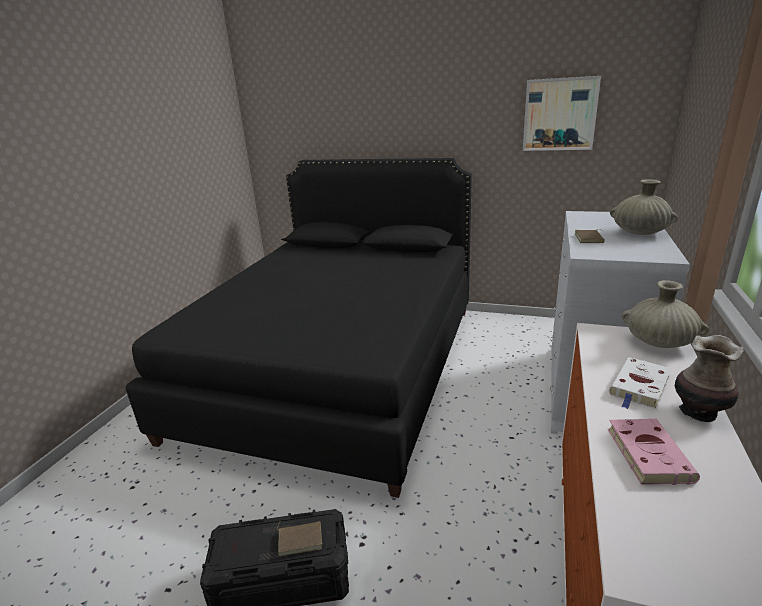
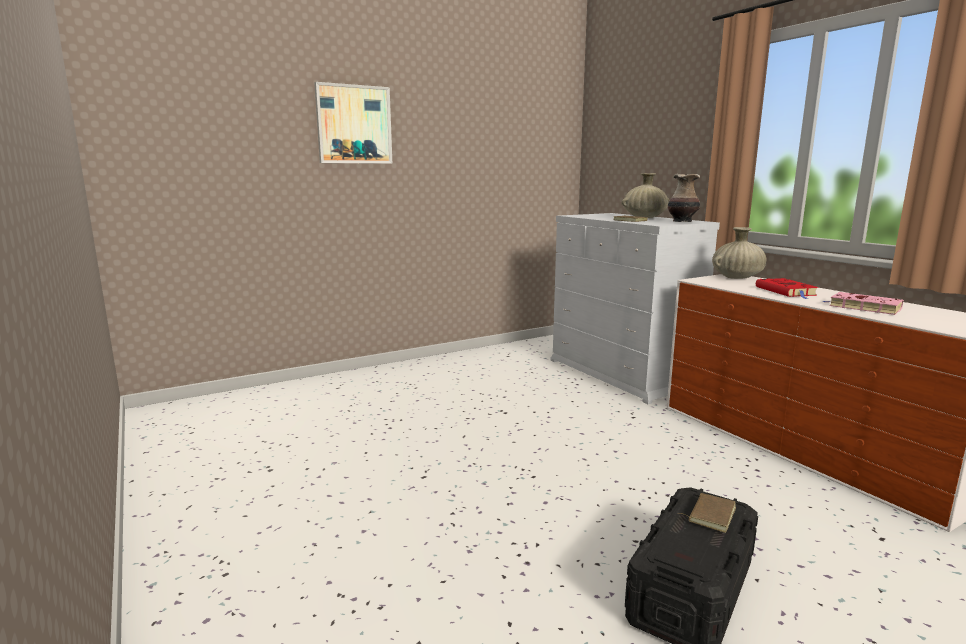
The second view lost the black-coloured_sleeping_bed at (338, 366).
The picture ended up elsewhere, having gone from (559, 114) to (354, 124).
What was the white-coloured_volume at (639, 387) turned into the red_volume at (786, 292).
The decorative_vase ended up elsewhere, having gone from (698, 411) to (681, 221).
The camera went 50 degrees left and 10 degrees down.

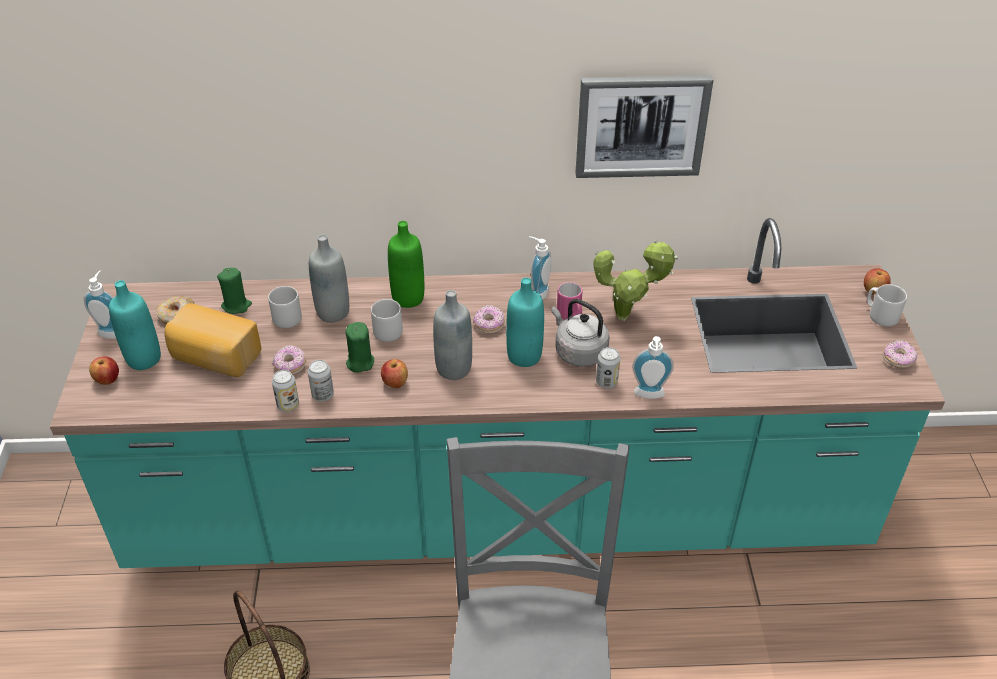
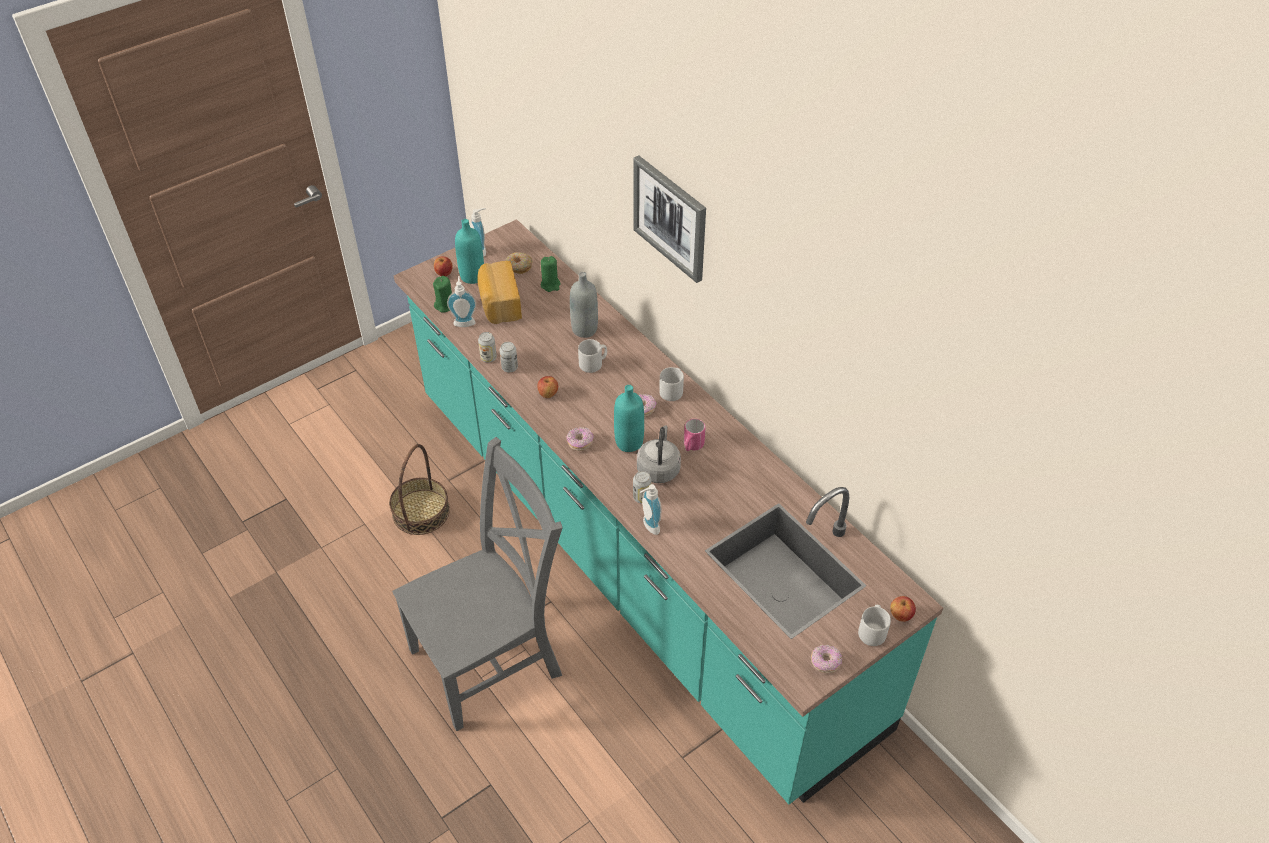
The greyish_mug ended up elsewhere, having gone from (285, 316) to (672, 391).
The doughnut ended up elsewhere, having gone from (290, 366) to (580, 442).
The green-coloured_candle ended up elsewhere, having gone from (360, 362) to (445, 305).
The second view lost the green-coloured_bottle at (408, 298).
The second view lost the greyish_bottle at (454, 369).
The liquid_soap_bottle ended up elsewhere, having gone from (537, 293) to (464, 321).
The picture ended up elsewhere, having gone from (641, 125) to (670, 218).
The second view lost the houseplant at (627, 316).
The camera went 55 degrees right and 5 degrees up.

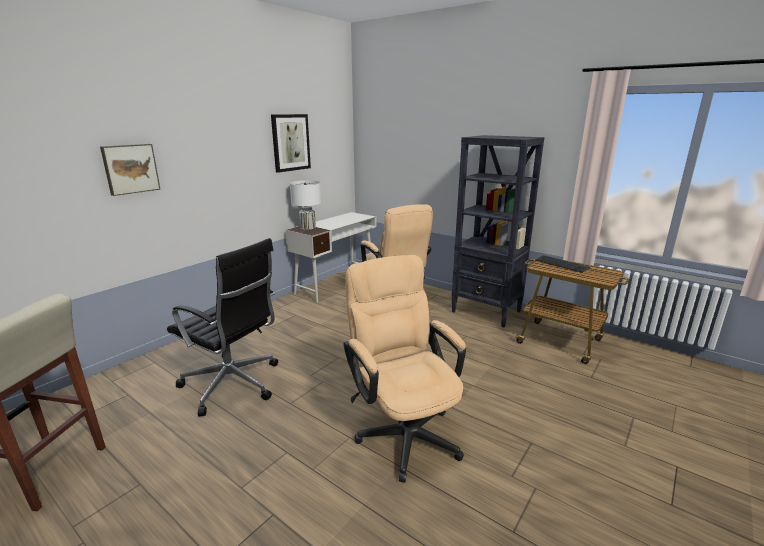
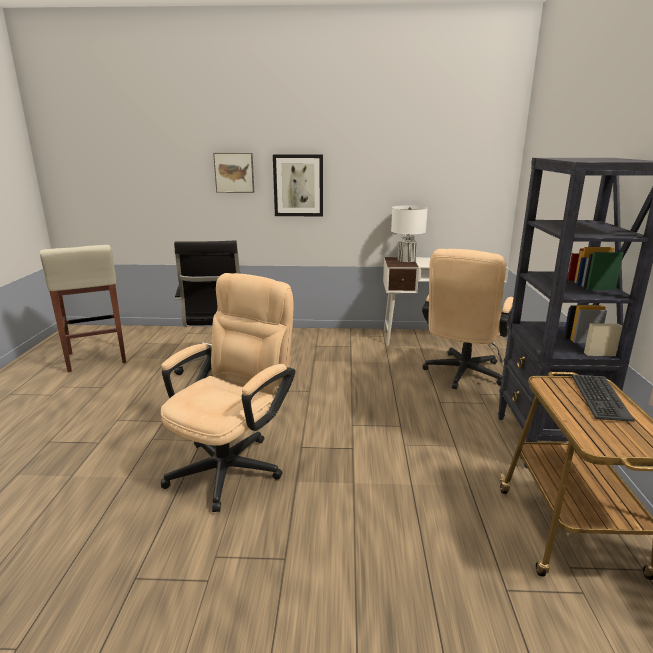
The picture ended up elsewhere, having gone from (290, 142) to (298, 185).
The camera went 55 degrees right and 0 degrees up.

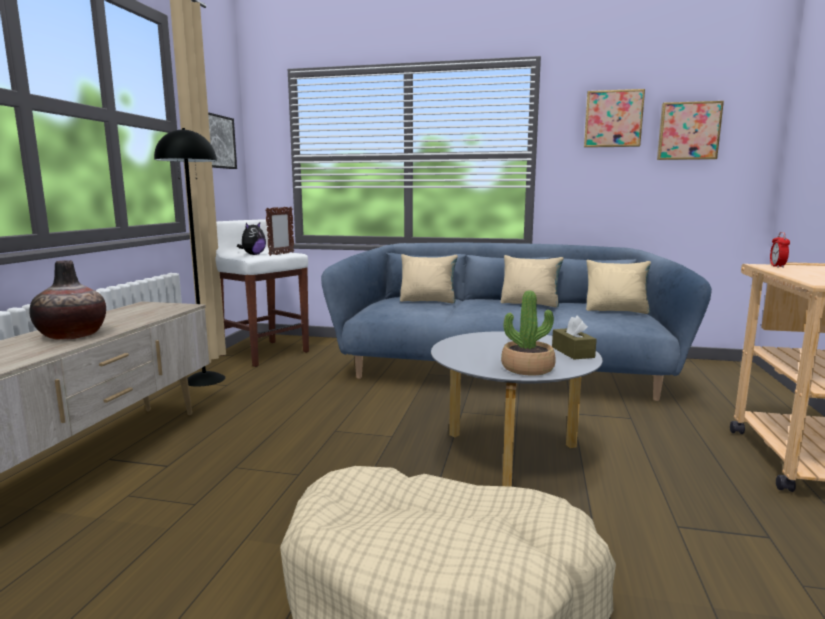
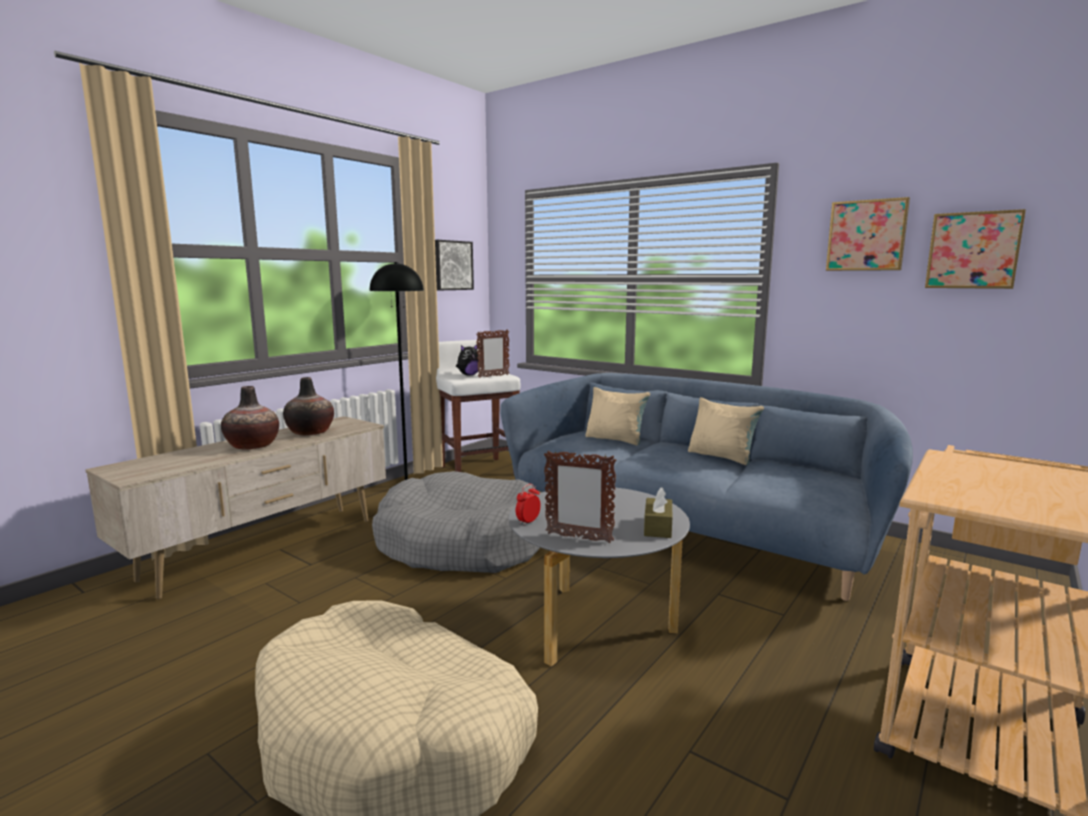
Where the houseplant stood at (527, 368), the standing_frame came to stand at (578, 538).
The second view lost the sand-coloured_cushion at (616, 311).
The alarm_clock ended up elsewhere, having gone from (777, 266) to (528, 521).
The second view gained the decorative_vase at (310, 432).
The second view gained the greyish_pet_bed at (461, 543).
The camera went 25 degrees right and 0 degrees up.

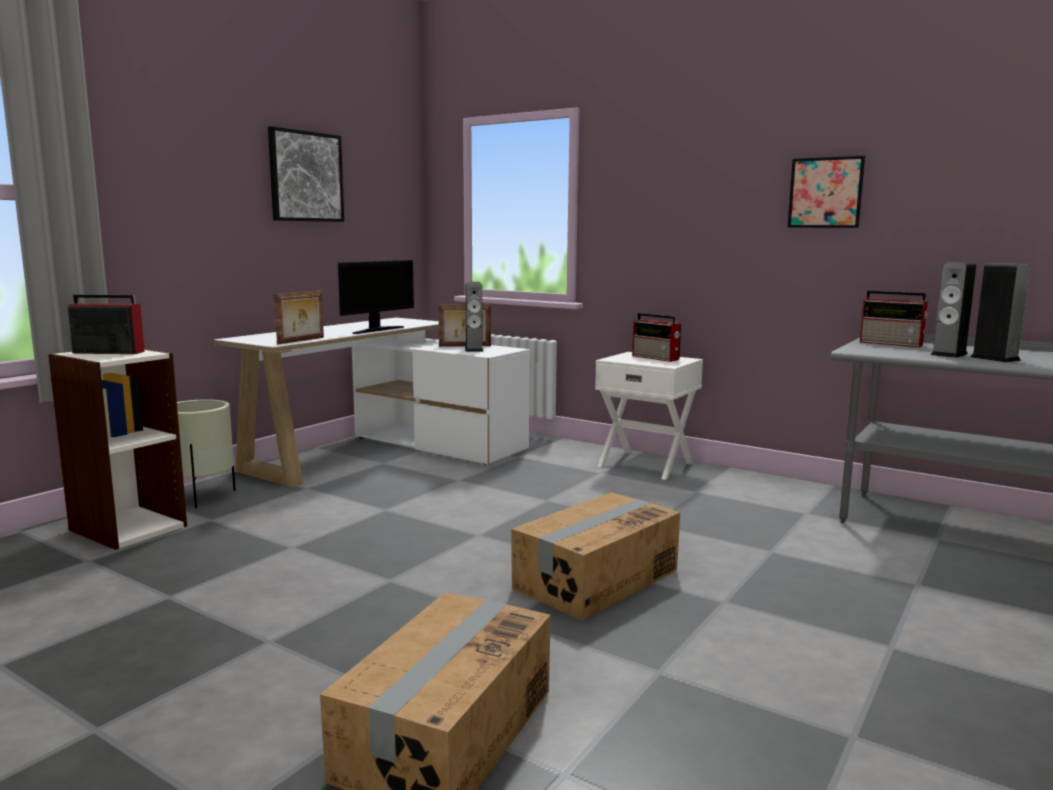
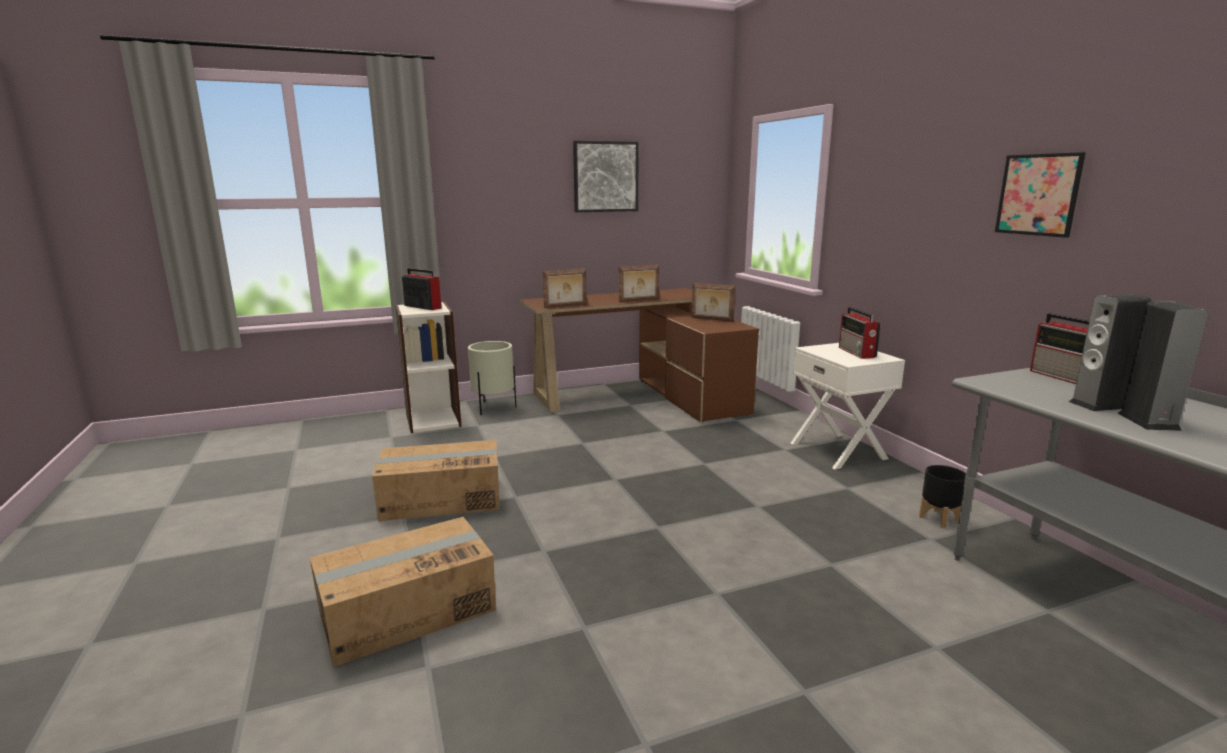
What was the white-coloured_desk_table at (384, 452) turned into the brownish_desk_table at (642, 396).
Where the computer_display stood at (377, 330), the standing_frame came to stand at (639, 300).
The second view lost the speaker at (474, 349).
The carton ended up elsewhere, having gone from (595, 579) to (441, 499).
The second view gained the black-coloured_plant_pot at (940, 519).
The camera went 35 degrees right and 5 degrees up.

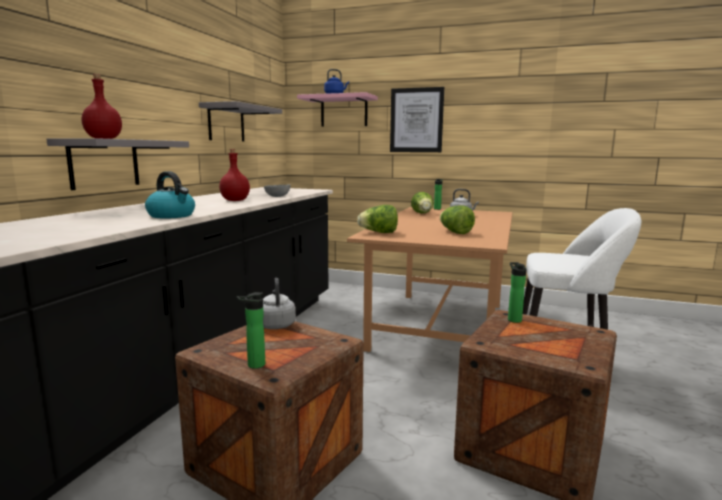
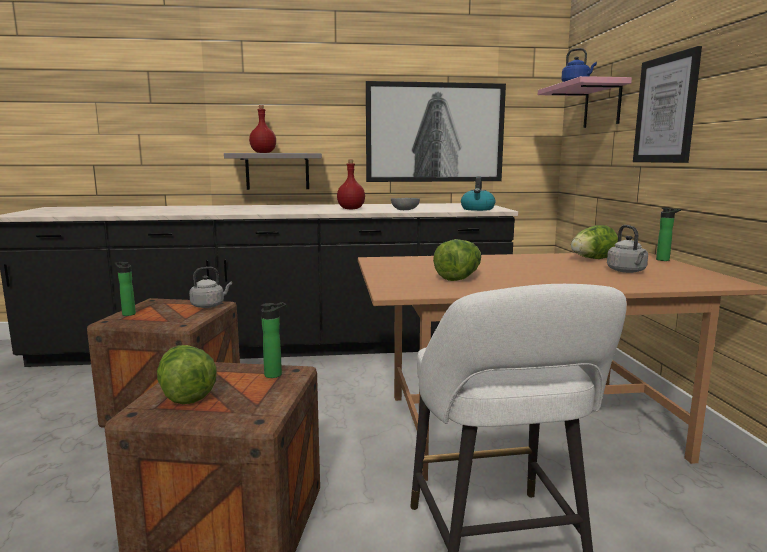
The water_kettle ended up elsewhere, having gone from (172, 216) to (477, 209).
Where the greyish_shelf hung at (226, 123), the picture came to hang at (435, 133).
The lettuce_head ended up elsewhere, having gone from (379, 233) to (185, 395).
The camera went 65 degrees right and 0 degrees up.

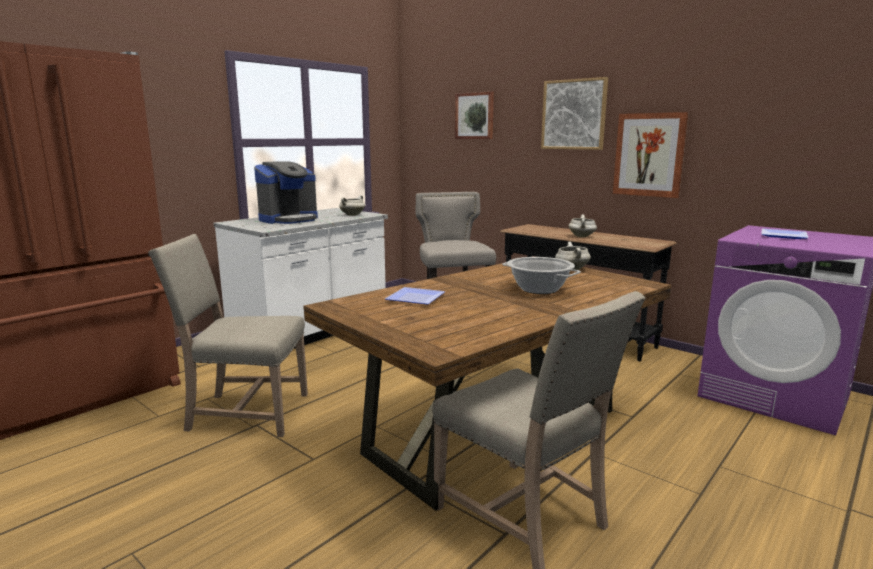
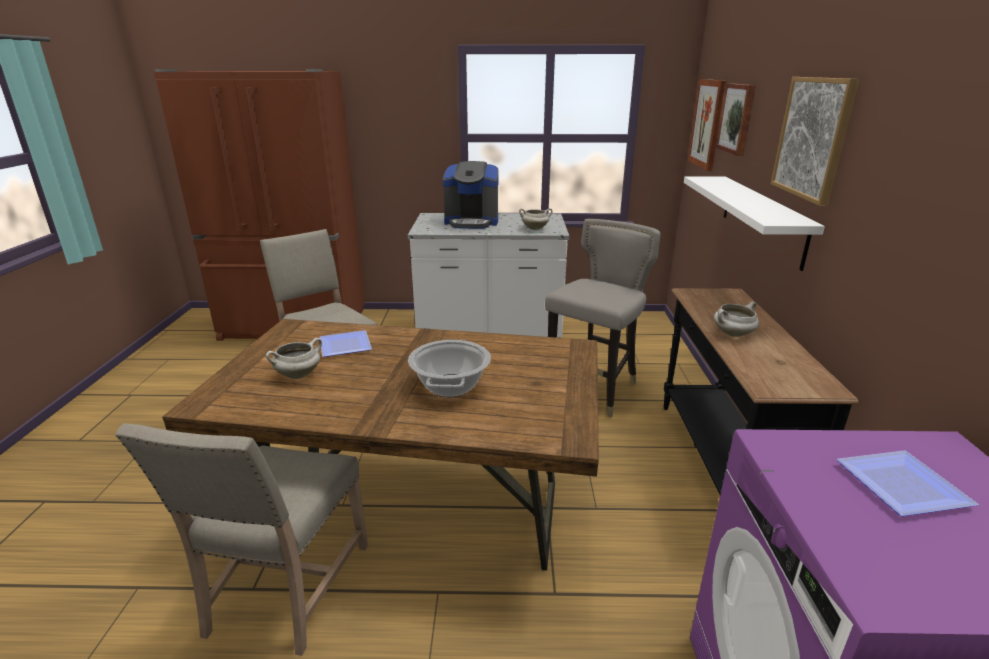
The white-coloured_cooking_pot ended up elsewhere, having gone from (571, 269) to (299, 374).
The picture ended up elsewhere, having gone from (649, 155) to (707, 124).
The second view gained the white-coloured_shelf at (762, 218).
The camera went 50 degrees right and 10 degrees up.

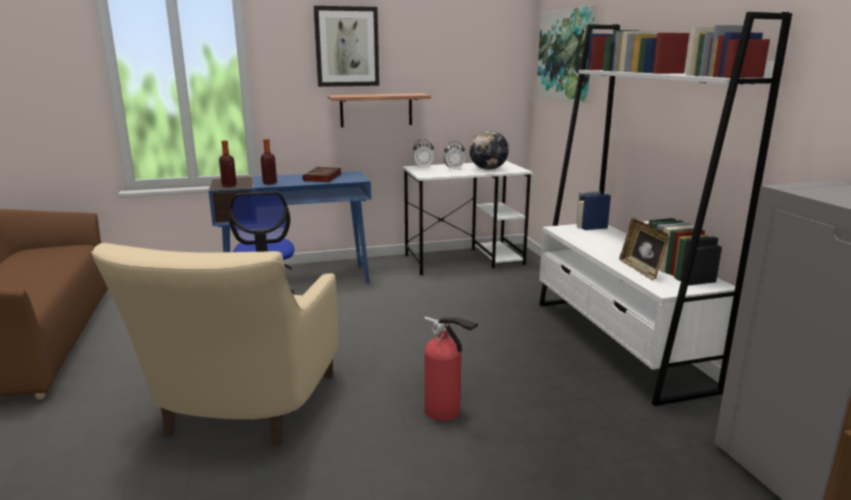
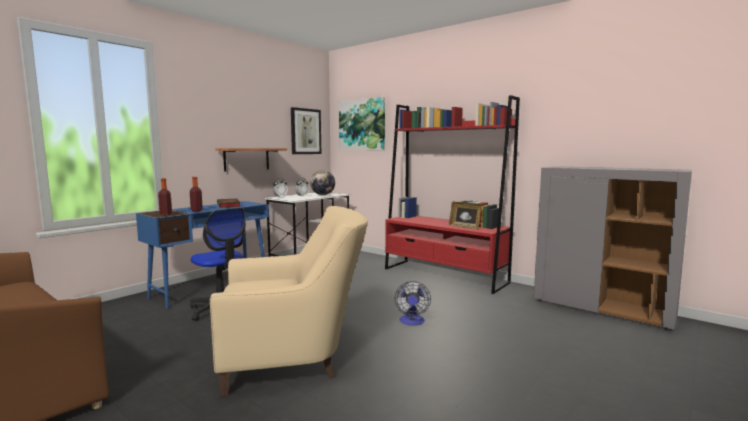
The sand-coloured_lounge_chair at (242, 412) ended up facing another way, 75 degrees counterclockwise from before.
The picture ended up elsewhere, having gone from (347, 47) to (305, 131).
Where the fire-fighting_cylinder stood at (445, 412), the cooling_fan came to stand at (412, 322).
What was the white-coloured_bookshelf at (617, 343) turned into the red_bookshelf at (444, 275).
The camera went 35 degrees left and 10 degrees down.

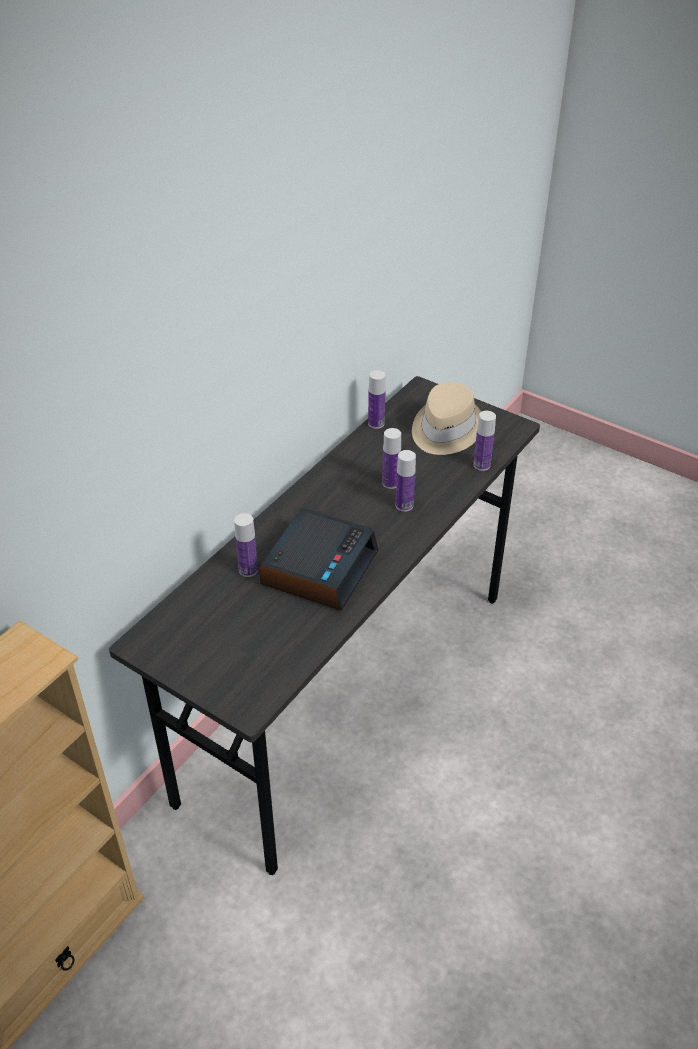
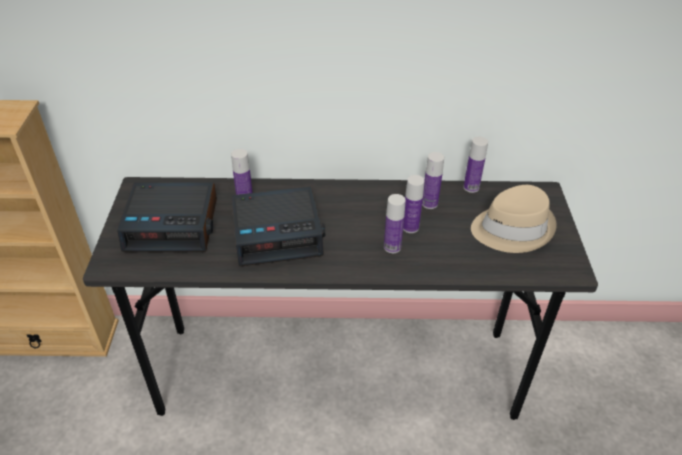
The bottle ended up elsewhere, having gone from (481, 465) to (429, 203).
The second view gained the alarm_clock at (173, 225).
The camera went 55 degrees right and 0 degrees up.

